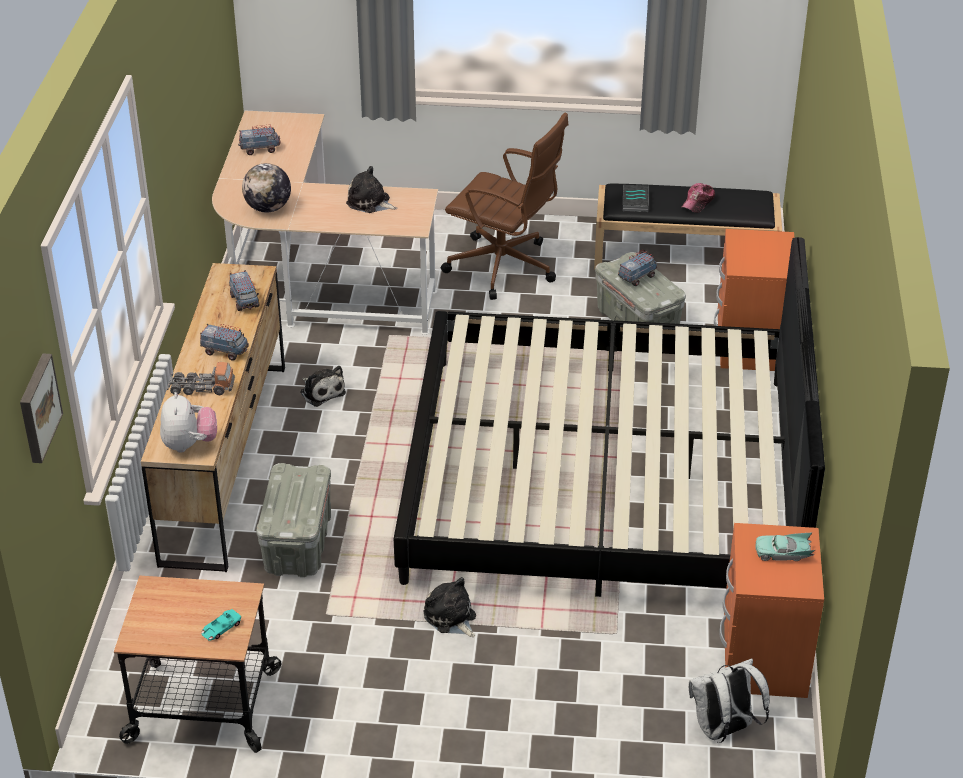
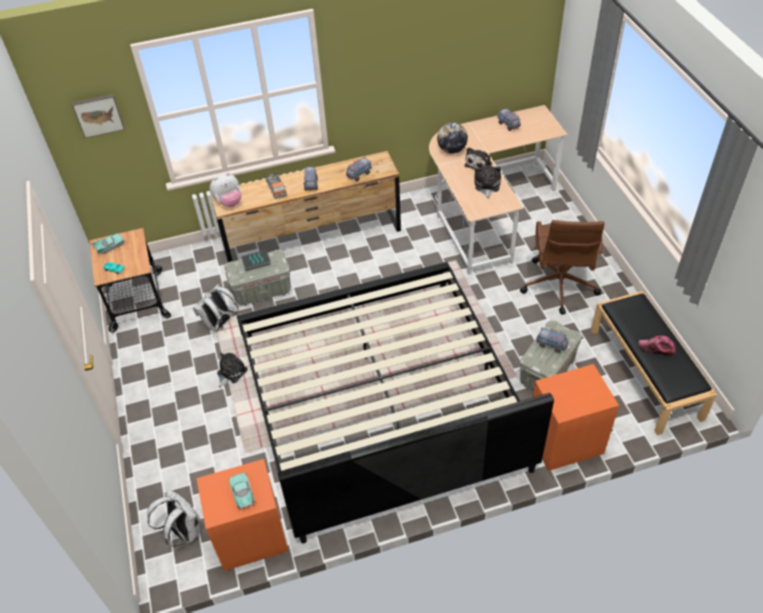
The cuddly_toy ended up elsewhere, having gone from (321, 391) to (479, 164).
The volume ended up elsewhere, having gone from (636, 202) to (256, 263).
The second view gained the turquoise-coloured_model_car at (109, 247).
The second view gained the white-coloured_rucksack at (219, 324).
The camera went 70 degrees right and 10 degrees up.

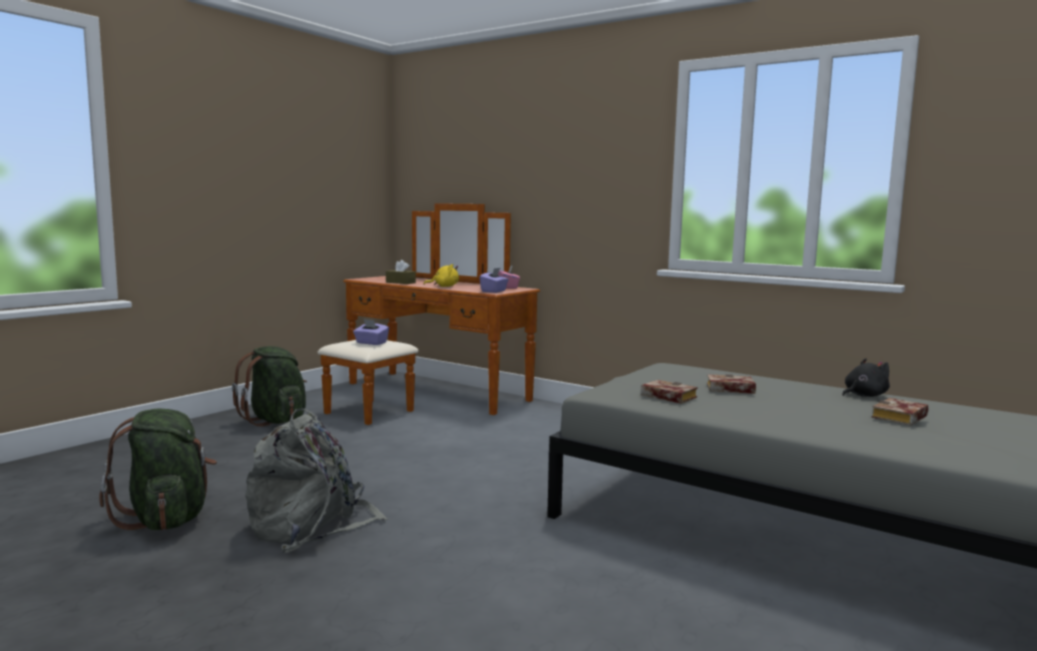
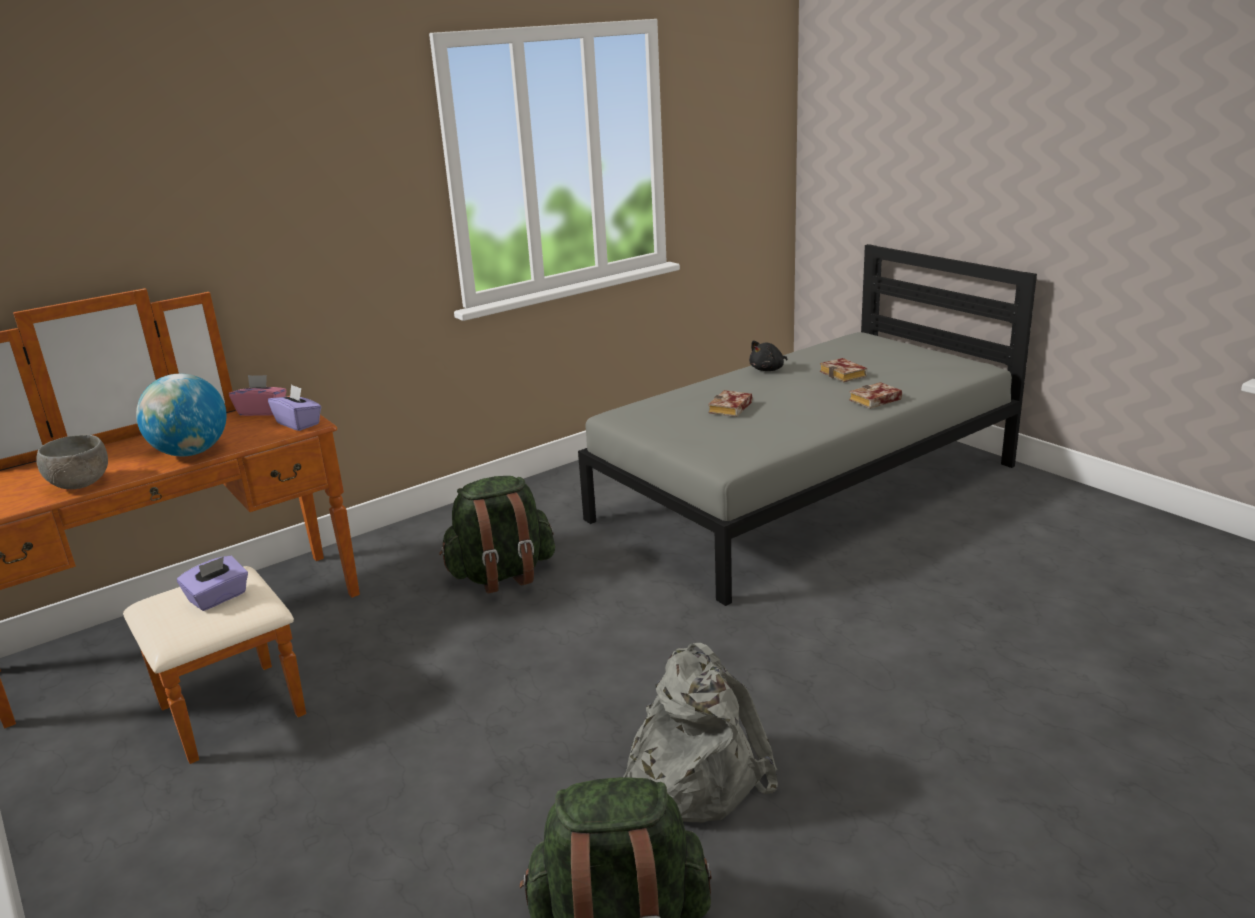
The green-coloured_rucksack ended up elsewhere, having gone from (276, 421) to (502, 575).
Where the brownish_tissue_holder stood at (400, 282), the greyish_serving_bowl came to stand at (79, 485).
Where the yellow-coloured_cuddly_toy stood at (444, 286), the globe came to stand at (191, 453).
The volume ended up elsewhere, having gone from (666, 397) to (874, 401).
The black-coloured_cuddly_toy at (863, 395) ended up facing another way, 120 degrees counterclockwise from before.
The camera went 70 degrees left and 15 degrees up.

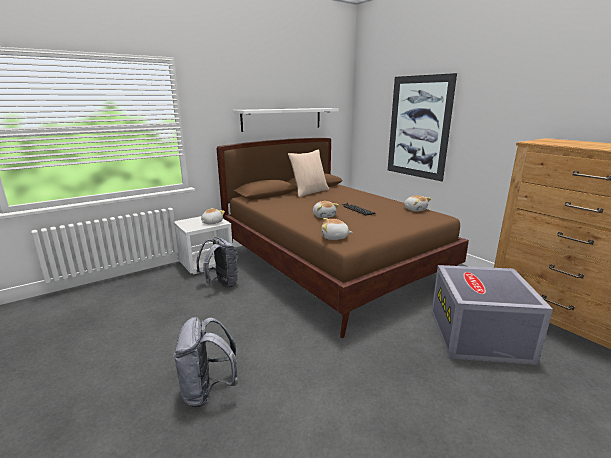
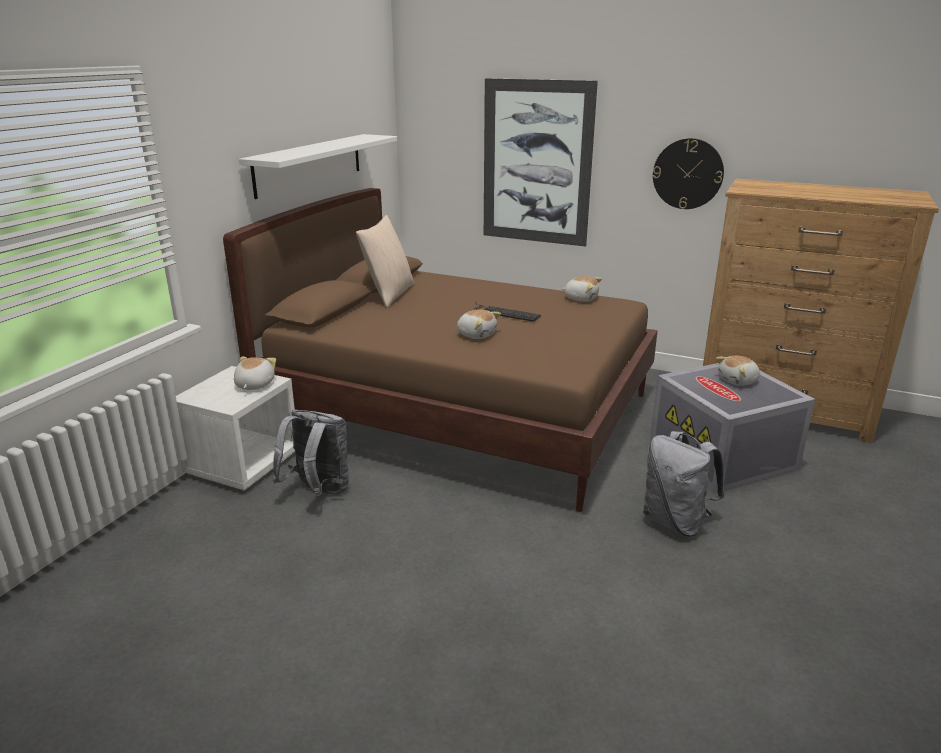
The greyish_rucksack ended up elsewhere, having gone from (207, 390) to (676, 522).
The cuddly_toy ended up elsewhere, having gone from (334, 237) to (738, 381).
The second view gained the hanging_clock at (687, 174).
The camera went 30 degrees left and 5 degrees up.

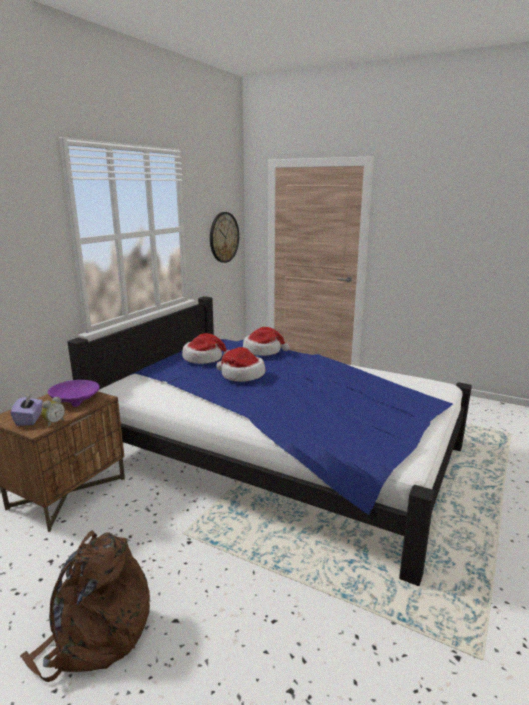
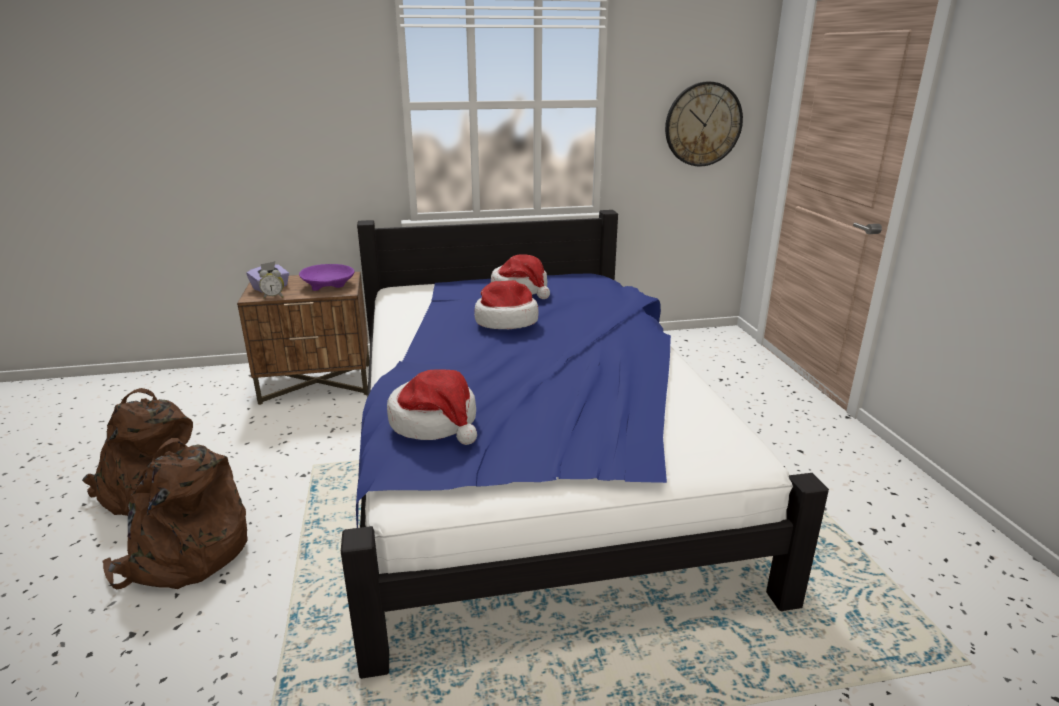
The hat ended up elsewhere, having gone from (263, 351) to (435, 422).
The second view gained the brownish_rucksack at (185, 555).
The camera went 50 degrees right and 5 degrees up.

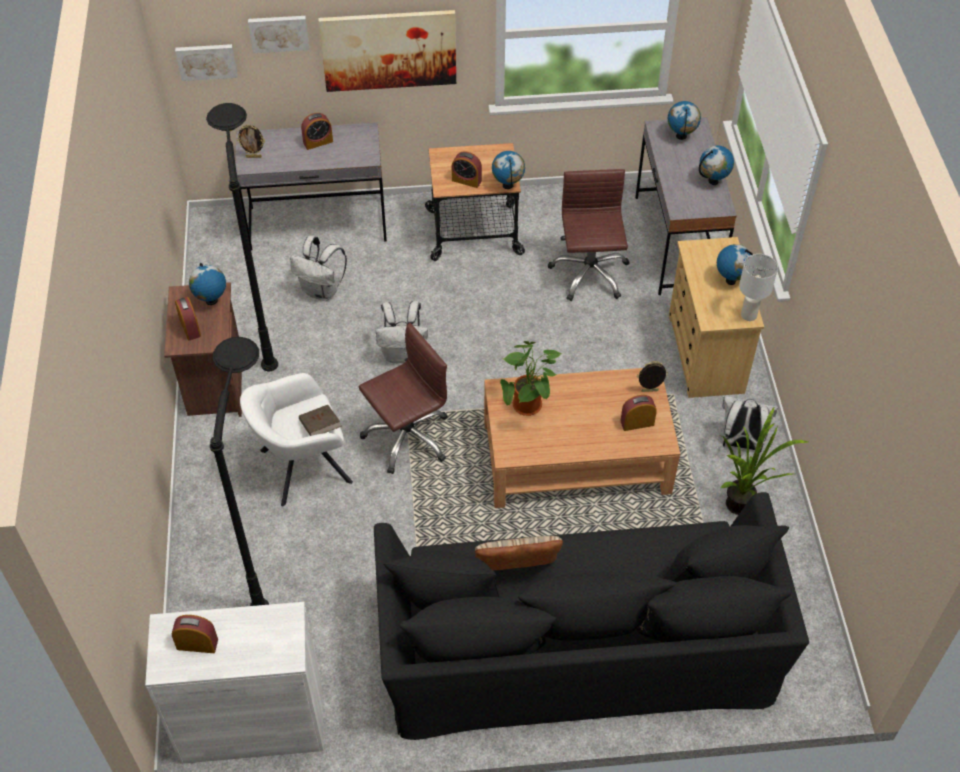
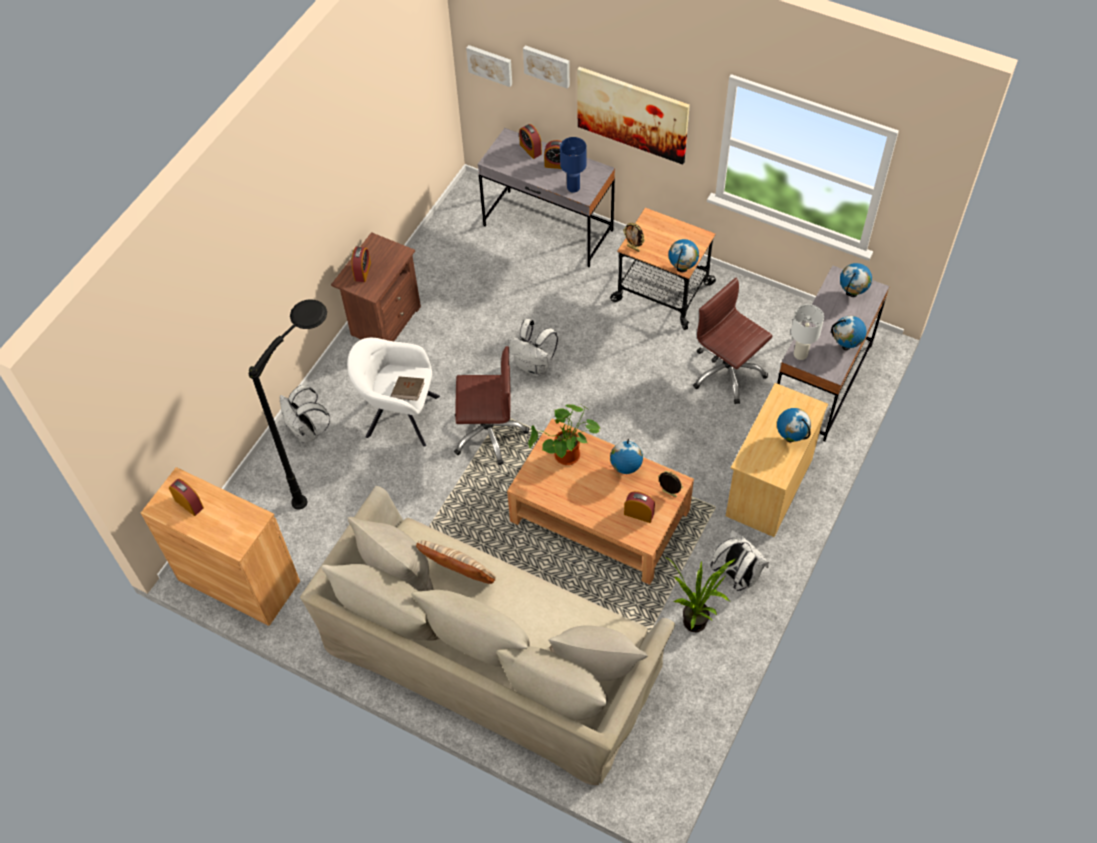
What was the white-coloured_storage_cabinet at (252, 724) turned into the brownish_storage_cabinet at (239, 580).
The globe ended up elsewhere, having gone from (211, 301) to (625, 470).
The second view lost the black-coloured_floor_lamp at (265, 324).
The standing_frame ended up elsewhere, having gone from (254, 156) to (633, 248).
The white-coloured_rucksack ended up elsewhere, having gone from (322, 291) to (307, 432).
What was the black-coloured_settee at (576, 642) turned into the sand-coloured_settee at (491, 654).
The alarm_clock ended up elsewhere, having gone from (466, 180) to (530, 149).
The brownish_office_chair at (589, 274) ended up facing another way, 75 degrees counterclockwise from before.
The white-coloured_lamp_for_a_table ended up elsewhere, having gone from (749, 315) to (801, 354).
The second view gained the blue_lamp_for_a_table at (573, 187).
The camera went 35 degrees right and 5 degrees up.

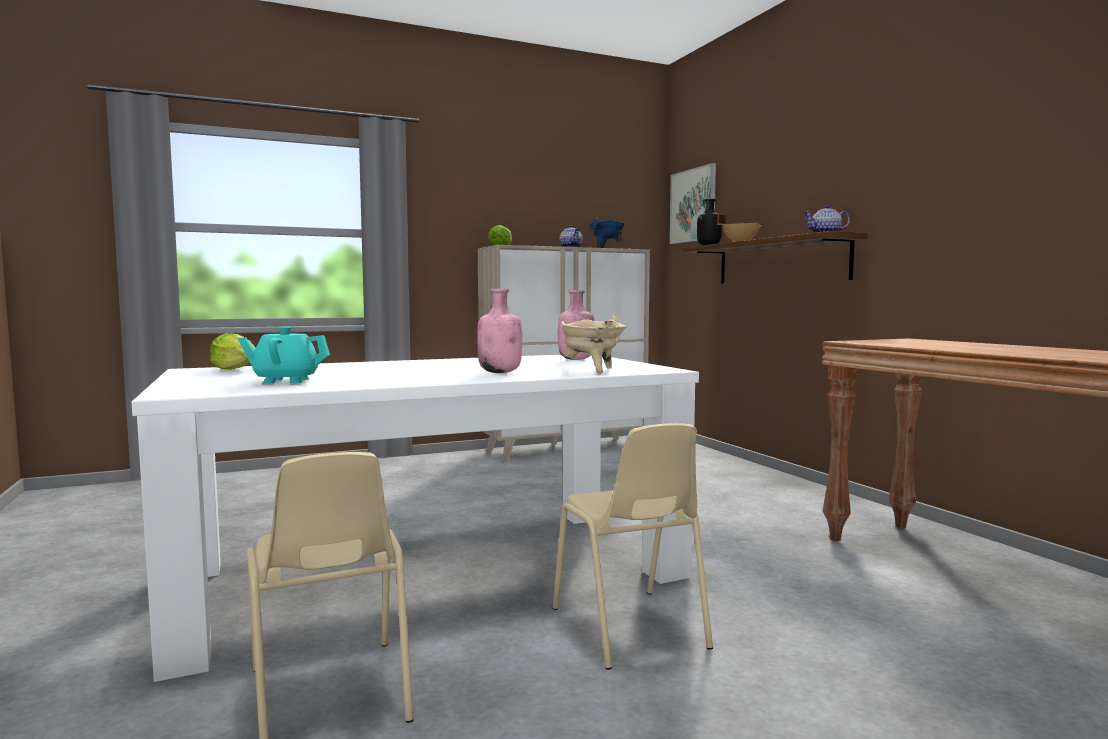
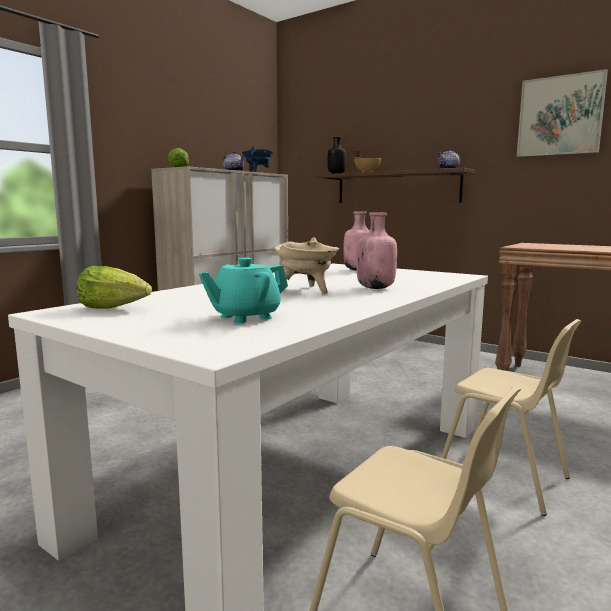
The sand-coloured_cooking_pot ended up elsewhere, having gone from (592, 370) to (307, 290).
The picture ended up elsewhere, having gone from (693, 205) to (560, 116).
The camera went 30 degrees left and 5 degrees up.

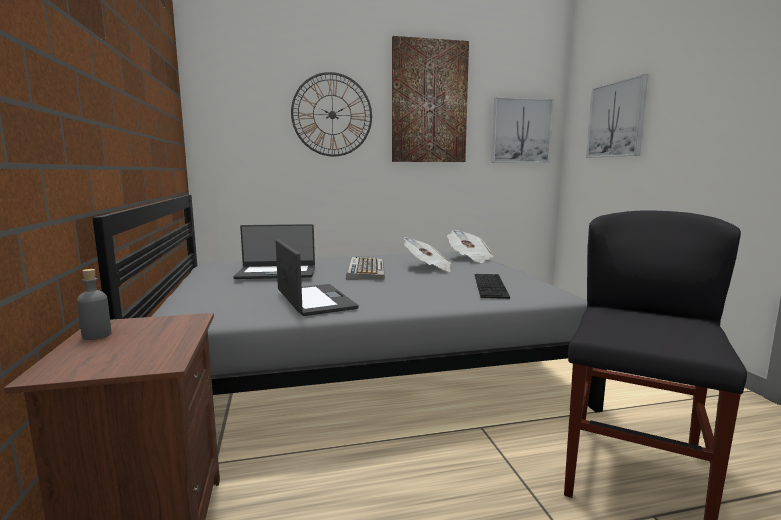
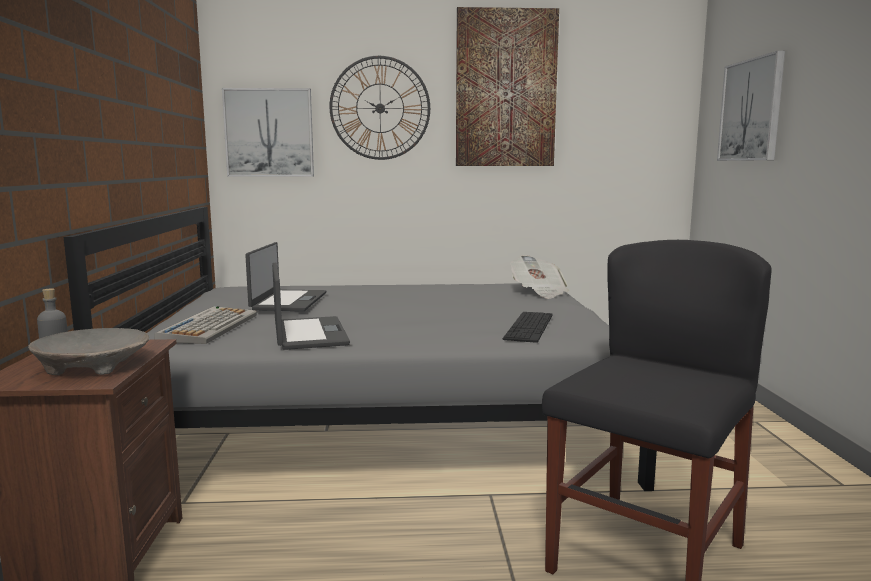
The laptop at (276, 273) ended up facing another way, 90 degrees counterclockwise from before.
The PC_keyboard ended up elsewhere, having gone from (365, 269) to (209, 327).
The second view lost the newspaper at (428, 268).
The picture ended up elsewhere, having gone from (521, 131) to (269, 133).
The second view gained the sand-coloured_serving_bowl at (93, 366).
The camera went 10 degrees right and 0 degrees up.

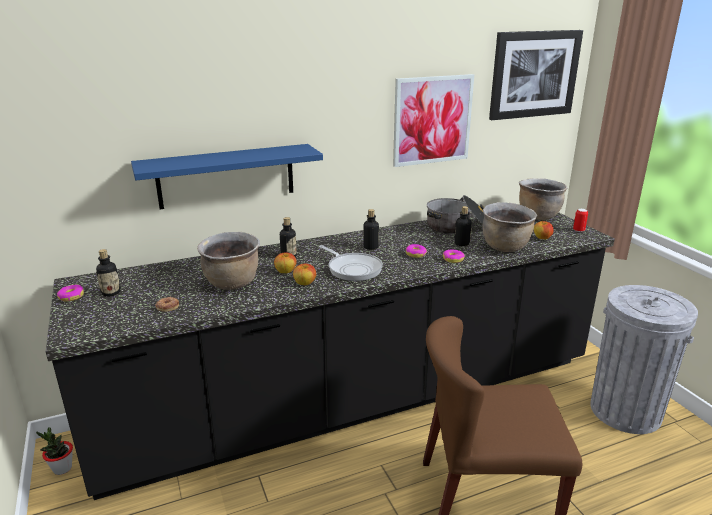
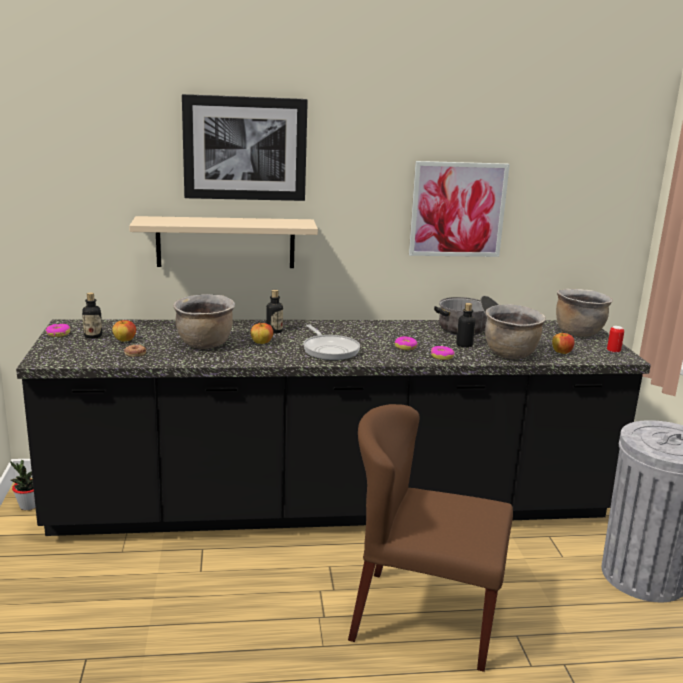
What was the blue_shelf at (226, 176) turned into the sand-coloured_shelf at (226, 242).
The whole_apple ended up elsewhere, having gone from (305, 283) to (125, 340).
The second view lost the bottle at (370, 247).
The picture ended up elsewhere, having gone from (534, 74) to (245, 148).
The camera went 15 degrees right and 5 degrees down.

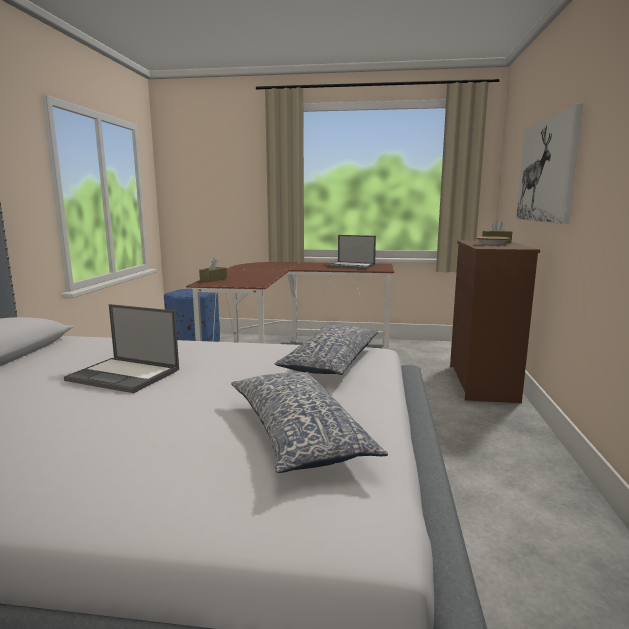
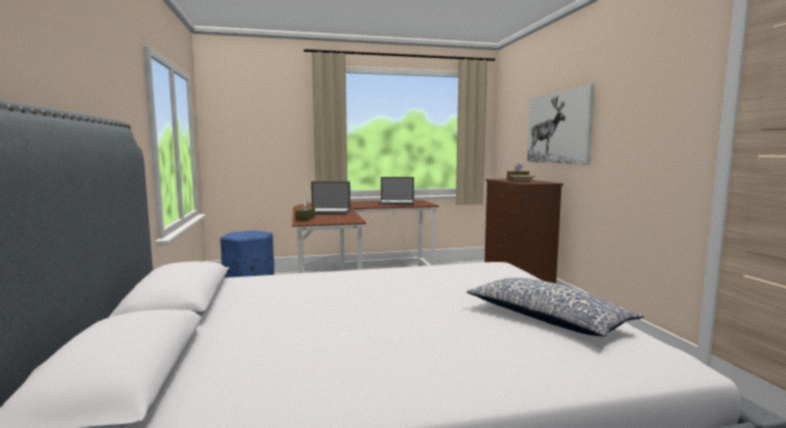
The laptop ended up elsewhere, having gone from (125, 375) to (329, 212).
The second view lost the cushion at (331, 362).
The camera went 20 degrees left and 5 degrees down.

